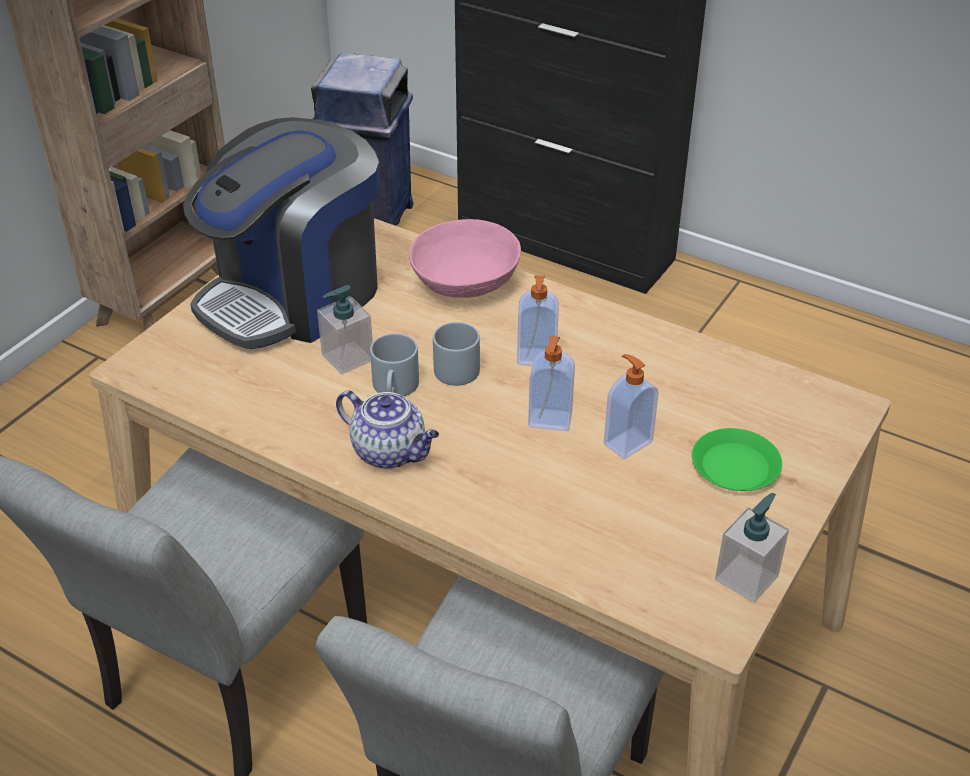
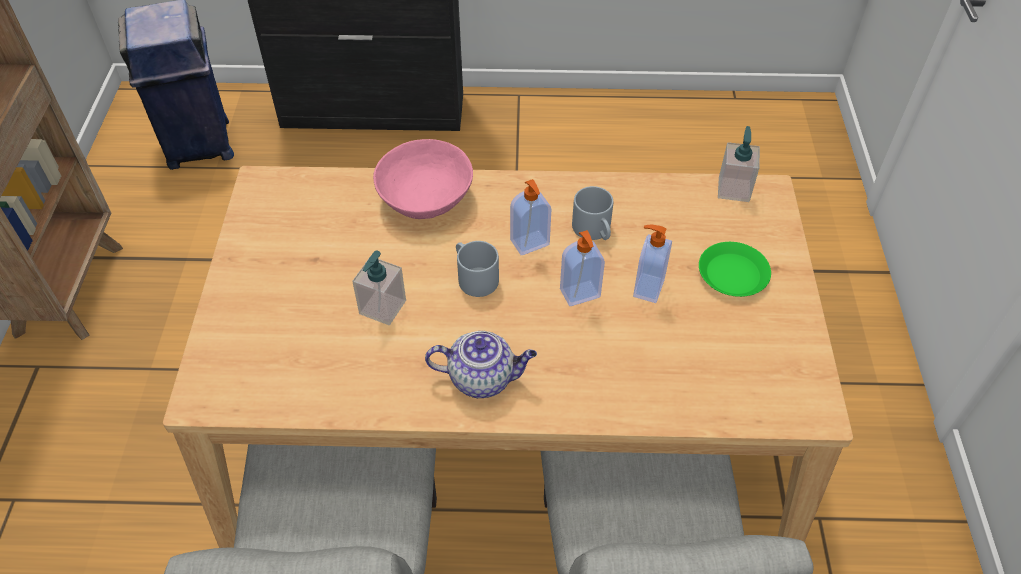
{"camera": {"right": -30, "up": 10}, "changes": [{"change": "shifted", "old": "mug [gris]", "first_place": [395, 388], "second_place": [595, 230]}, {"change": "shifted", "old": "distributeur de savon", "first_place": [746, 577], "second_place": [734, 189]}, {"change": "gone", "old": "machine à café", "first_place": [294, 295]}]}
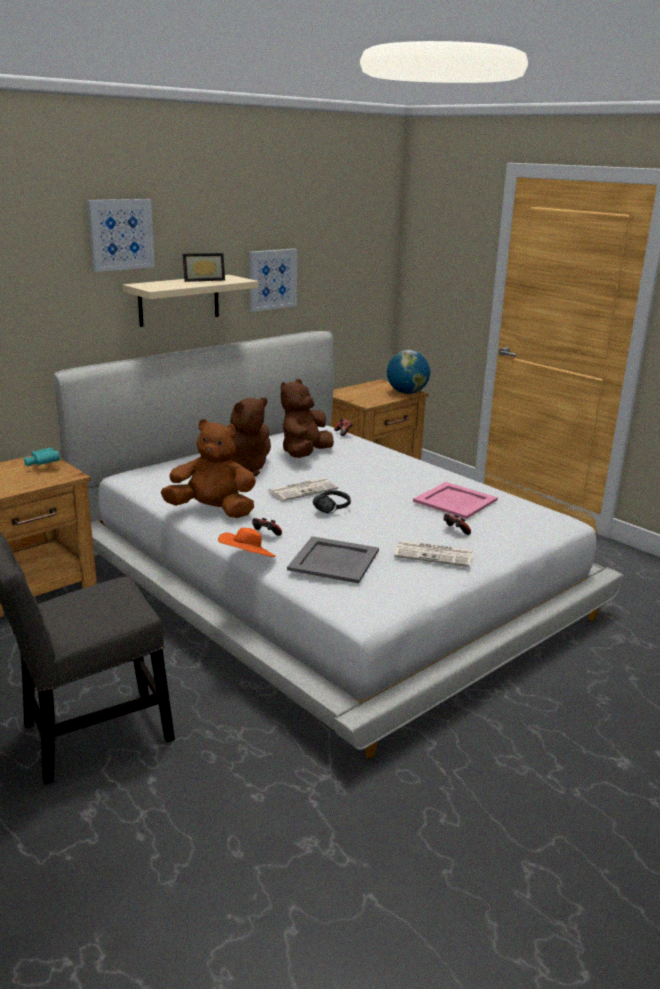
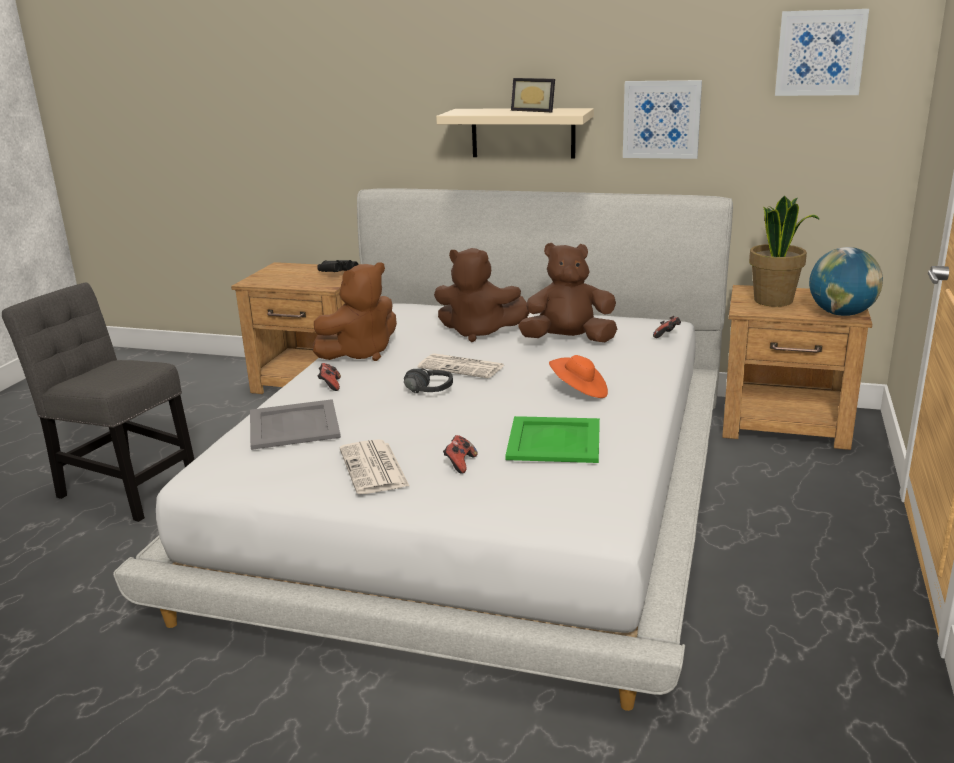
{"camera": {"right": 60, "up": 0}, "changes": [{"change": "rotated", "old": "peluche [marron]", "first_place": [213, 511], "second_place": [360, 353], "degrees": 75}, {"change": "repainted", "old": "jumelles [turquoise]", "new": "jumelles [noir]", "first_place": [42, 465], "second_place": [337, 274]}, {"change": "repainted", "old": "plateau [rose]", "new": "plateau [vert]", "first_place": [455, 501], "second_place": [553, 440]}, {"change": "shifted", "old": "chapeau [orange]", "first_place": [247, 559], "second_place": [579, 391]}, {"change": "new", "new": "plante en pot", "second_place": [774, 301]}, {"change": "shifted", "old": "tableau", "first_place": [121, 234], "second_place": [820, 53]}]}
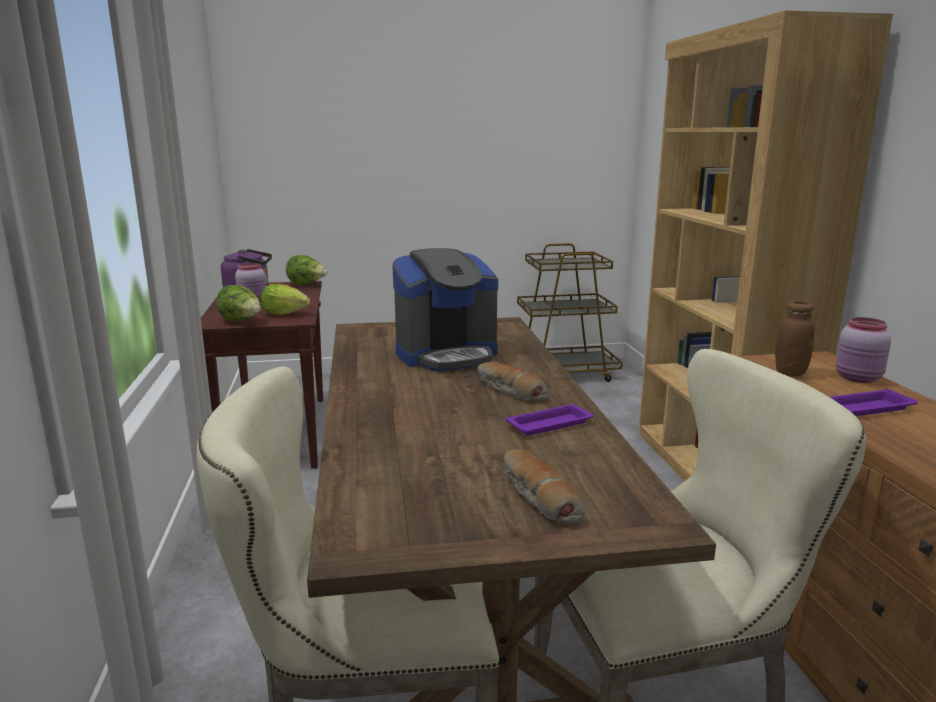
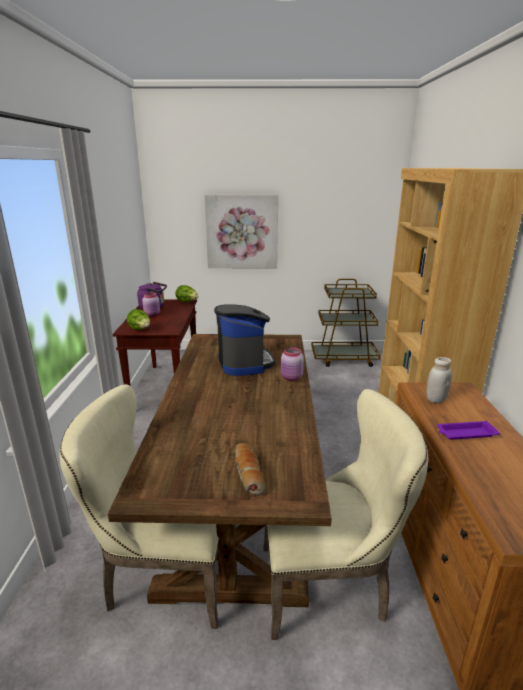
{"camera": {"right": 10, "up": 5}, "changes": [{"change": "new", "new": "tableau", "second_place": [242, 232]}, {"change": "rotated", "old": "machine à café", "first_place": [446, 355], "second_place": [244, 363], "degrees": -90}, {"change": "shifted", "old": "bocal [rose]", "first_place": [858, 378], "second_place": [291, 378]}, {"change": "repainted", "old": "bocal [marron]", "new": "bocal [blanc]", "first_place": [790, 372], "second_place": [435, 399]}, {"change": "gone", "old": "laitue", "first_place": [284, 314]}, {"change": "gone", "old": "pain", "first_place": [509, 391]}, {"change": "gone", "old": "plateau [violet]", "first_place": [551, 424]}]}
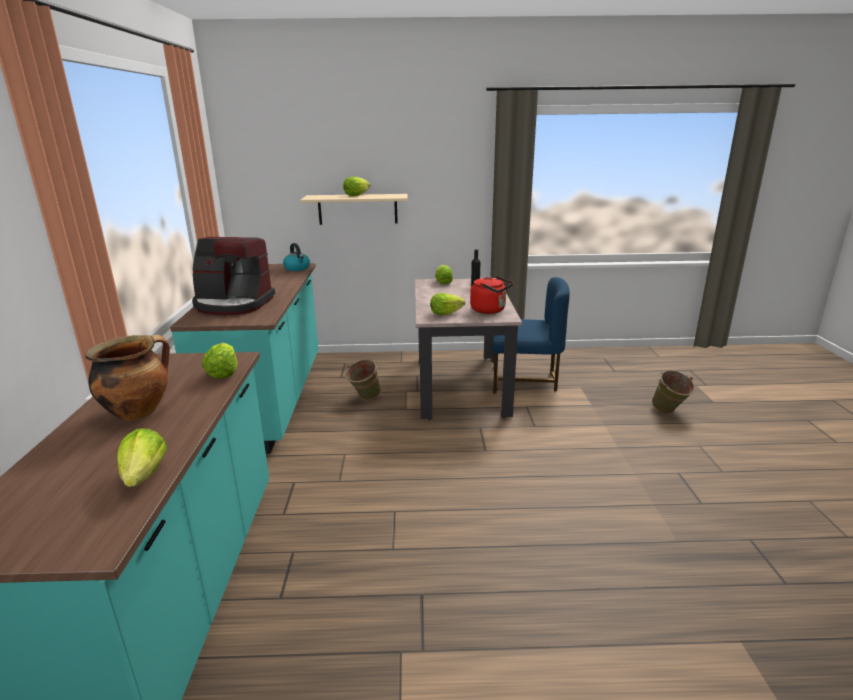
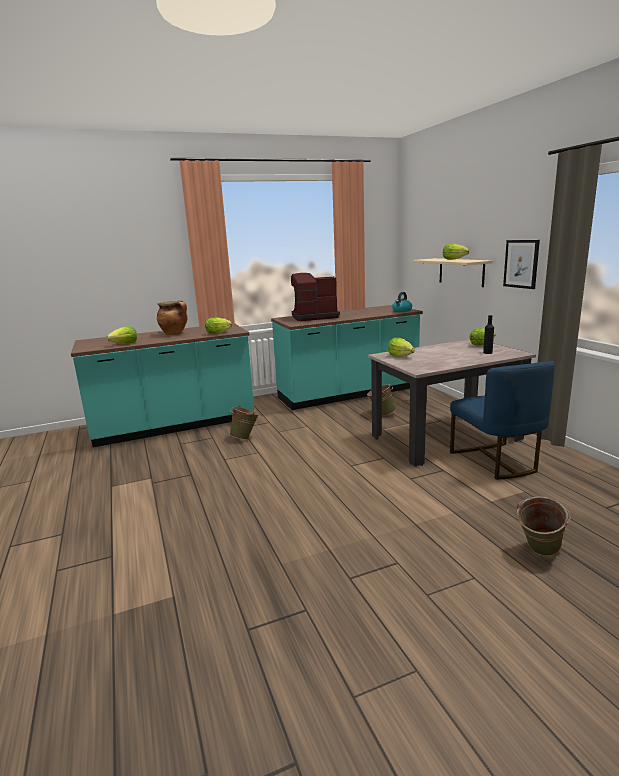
{"camera": {"right": 70, "up": -5}, "changes": [{"change": "new", "new": "seau [vert]", "second_place": [246, 438]}, {"change": "rotated", "old": "machine à café", "first_place": [233, 304], "second_place": [314, 317], "degrees": 90}, {"change": "new", "new": "tableau", "second_place": [521, 264]}, {"change": "gone", "old": "bouilloire [rouge]", "first_place": [490, 310]}]}
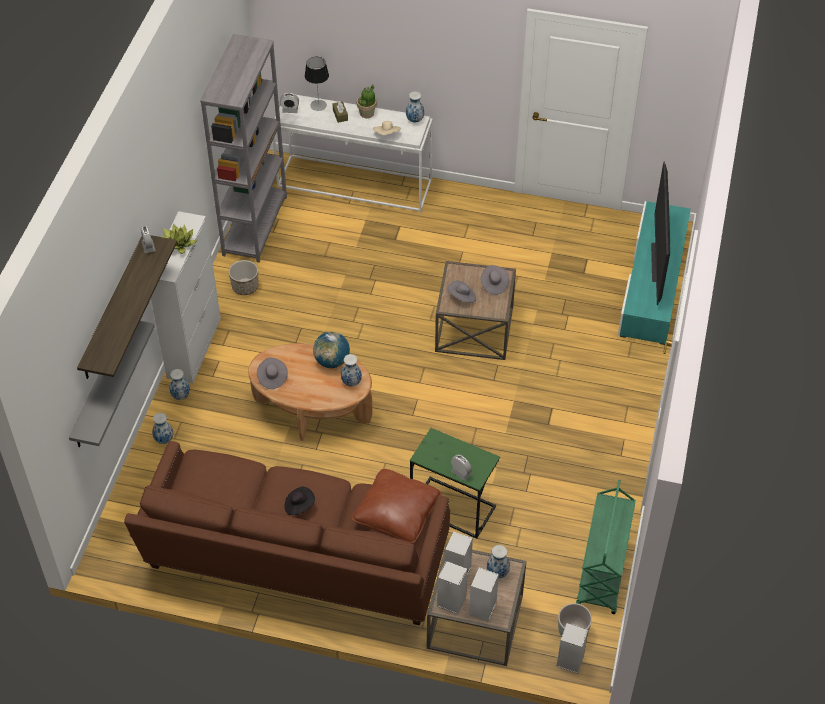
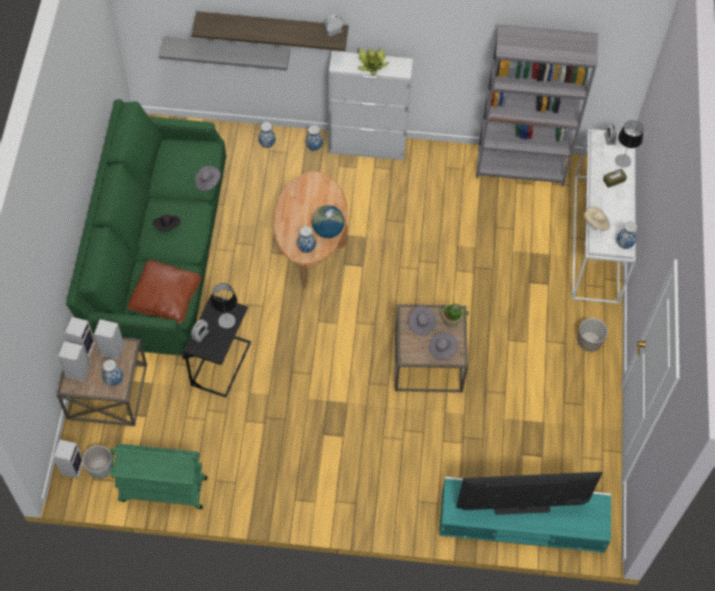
{"camera": {"right": 80, "up": 10}, "changes": [{"change": "repainted", "old": "canapé [marron]", "new": "canapé [vert]", "first_place": [296, 559], "second_place": [158, 254]}, {"change": "repainted", "old": "table d'appoint [vert]", "new": "table d'appoint [noir]", "first_place": [452, 508], "second_place": [221, 363]}, {"change": "shifted", "old": "chapeau [gris]", "first_place": [272, 378], "second_place": [207, 182]}, {"change": "new", "new": "lampe de table", "second_place": [226, 320]}, {"change": "shifted", "old": "plante en pot", "first_place": [367, 113], "second_place": [451, 321]}, {"change": "shifted", "old": "cache-pot", "first_place": [245, 287], "second_place": [589, 341]}]}
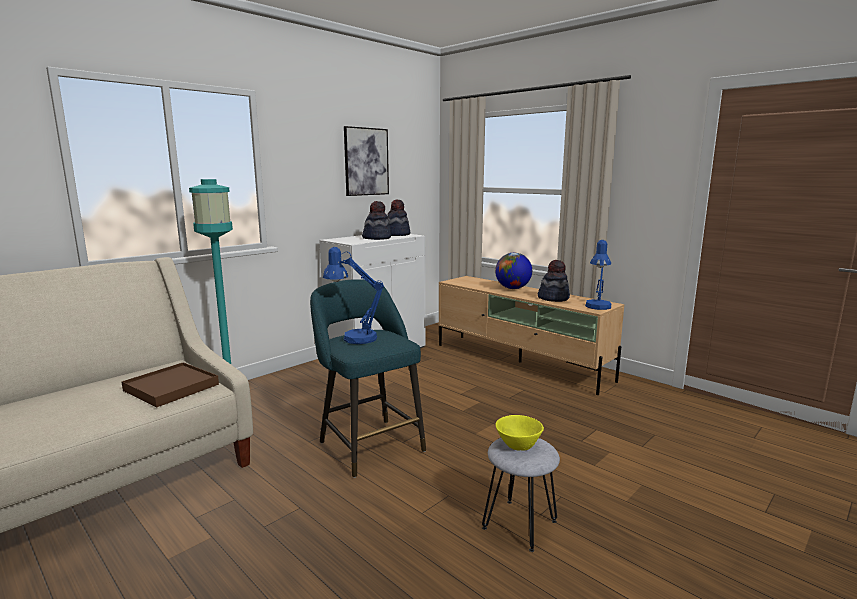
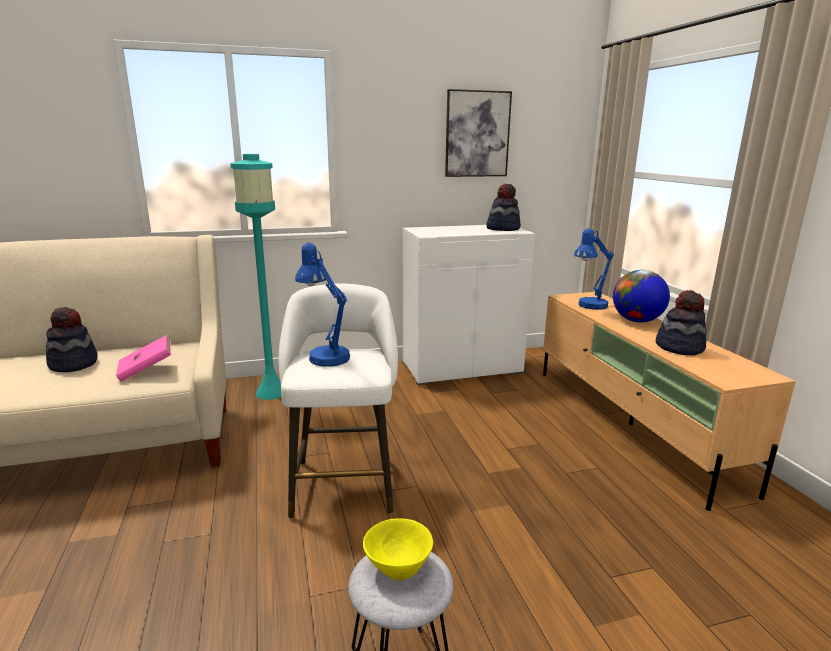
{"camera": {"right": 30, "up": 5}, "changes": [{"change": "shifted", "old": "chapeau", "first_place": [377, 238], "second_place": [74, 364]}, {"change": "swapped", "old": "plateau [marron]", "new": "livre [rose]", "first_place": [171, 387], "second_place": [146, 370]}, {"change": "repainted", "old": "tabouret [turquoise]", "new": "tabouret [blanc]", "first_place": [369, 444], "second_place": [343, 482]}, {"change": "shifted", "old": "lampe de table [bleu]", "first_place": [597, 308], "second_place": [589, 306]}]}
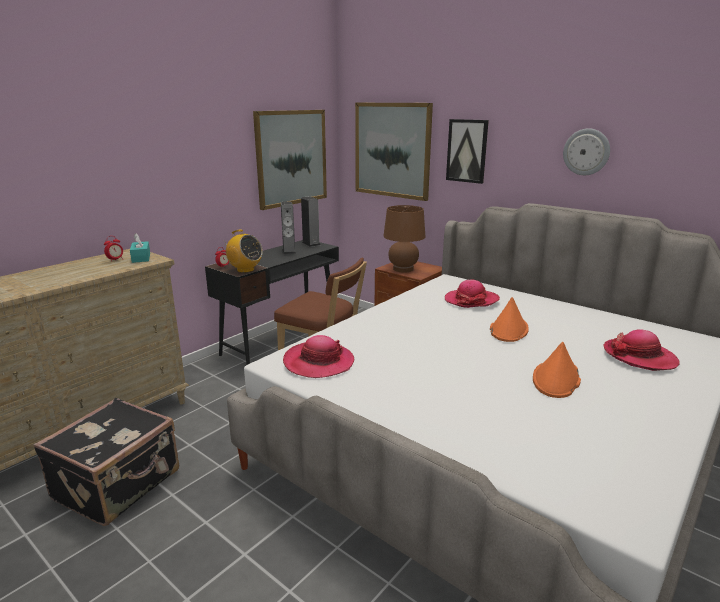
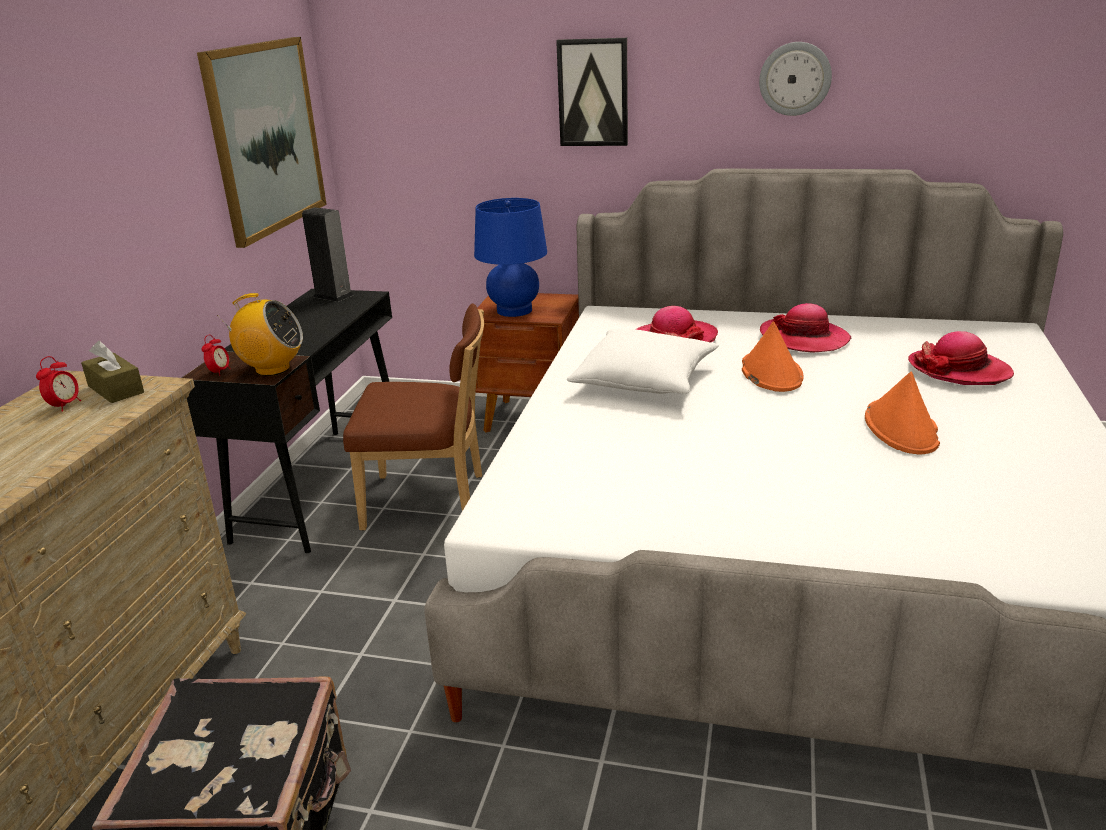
{"camera": {"right": -25, "up": 5}, "changes": [{"change": "repainted", "old": "boîte à mouchoirs [turquoise]", "new": "boîte à mouchoirs [marron]", "first_place": [141, 258], "second_place": [116, 389]}, {"change": "repainted", "old": "lampe de table [marron]", "new": "lampe de table [bleu]", "first_place": [403, 269], "second_place": [514, 310]}, {"change": "new", "new": "coussin [blanc]", "second_place": [644, 381]}, {"change": "shifted", "old": "chapeau", "first_place": [318, 362], "second_place": [804, 338]}, {"change": "gone", "old": "enceinte", "first_place": [289, 251]}, {"change": "gone", "old": "tableau", "first_place": [392, 150]}]}
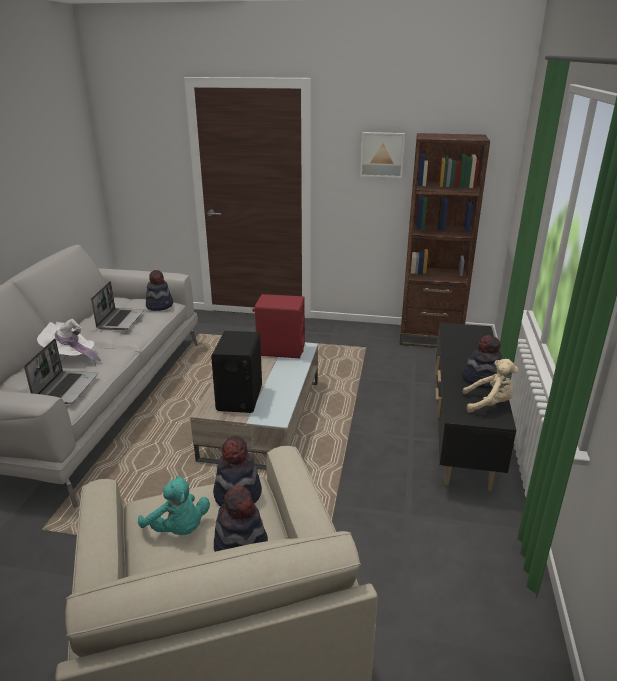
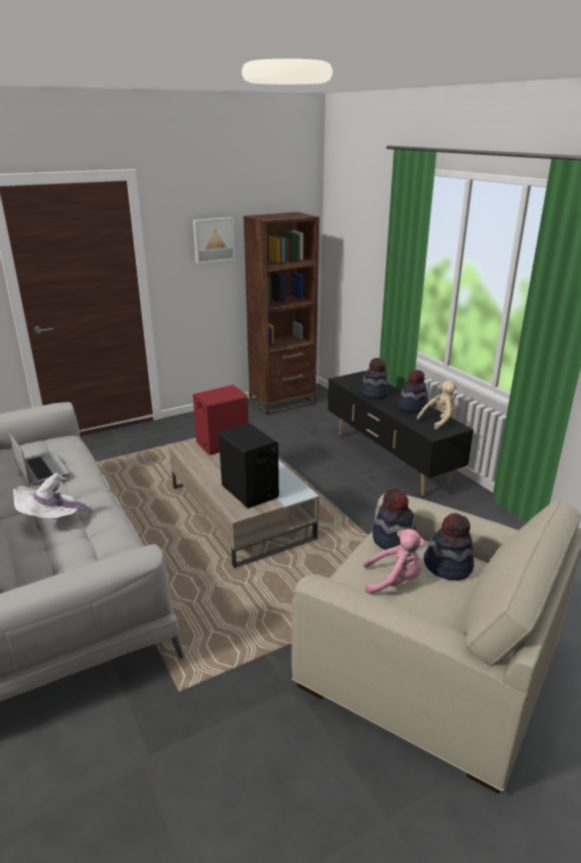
{"camera": {"right": -40, "up": 0}, "changes": [{"change": "shifted", "old": "chapeau", "first_place": [160, 305], "second_place": [374, 393]}, {"change": "repainted", "old": "peluche [turquoise]", "new": "peluche [rose]", "first_place": [178, 529], "second_place": [394, 581]}, {"change": "gone", "old": "ordinateur portable", "first_place": [66, 388]}]}
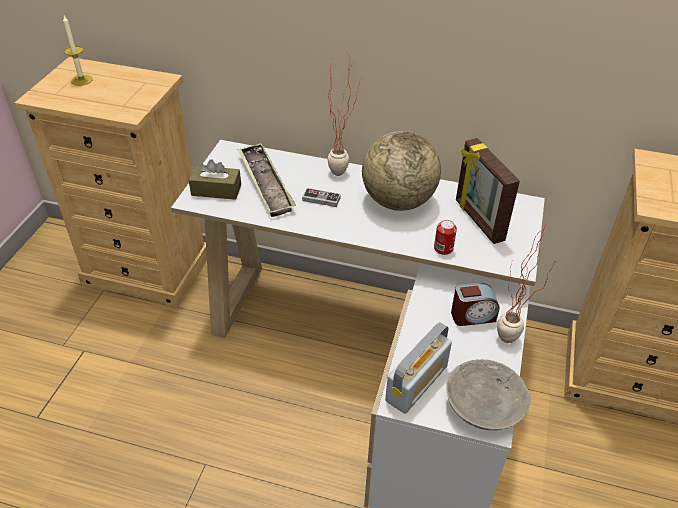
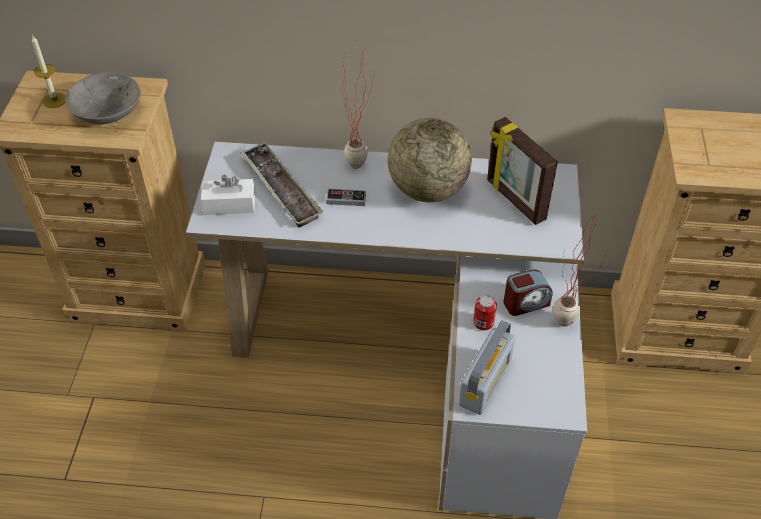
{"camera": {"right": -10, "up": 5}, "changes": [{"change": "shifted", "old": "bol [gris]", "first_place": [484, 407], "second_place": [108, 112]}, {"change": "repainted", "old": "boîte à mouchoirs [marron]", "new": "boîte à mouchoirs [blanc]", "first_place": [216, 190], "second_place": [229, 204]}, {"change": "shifted", "old": "boîte métallique", "first_place": [443, 248], "second_place": [483, 322]}]}
